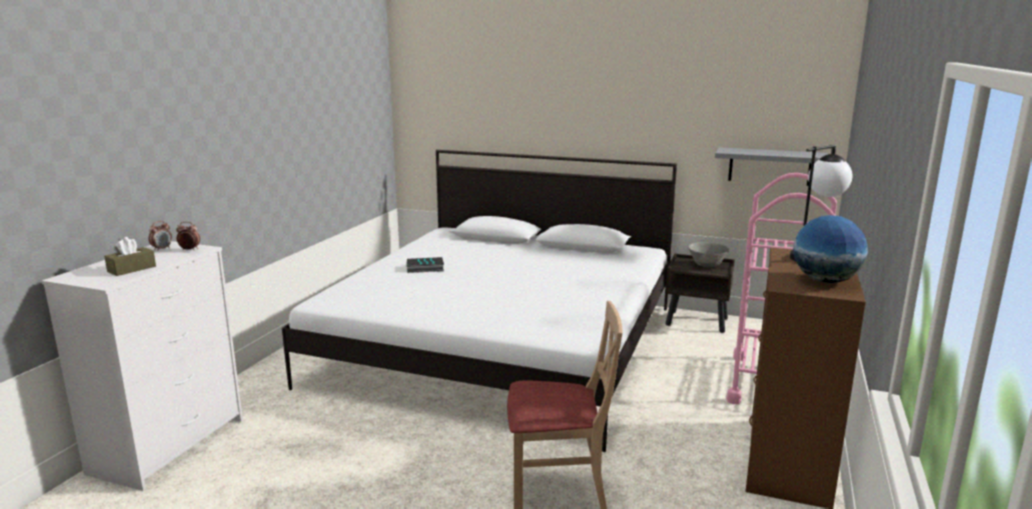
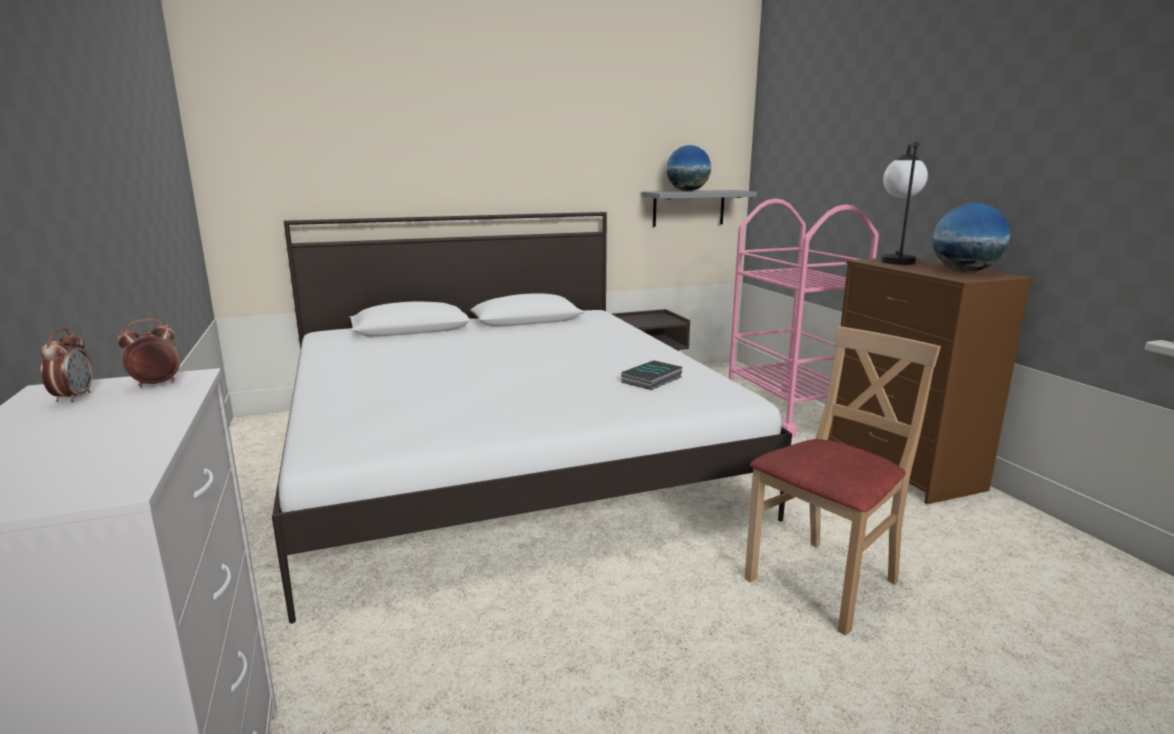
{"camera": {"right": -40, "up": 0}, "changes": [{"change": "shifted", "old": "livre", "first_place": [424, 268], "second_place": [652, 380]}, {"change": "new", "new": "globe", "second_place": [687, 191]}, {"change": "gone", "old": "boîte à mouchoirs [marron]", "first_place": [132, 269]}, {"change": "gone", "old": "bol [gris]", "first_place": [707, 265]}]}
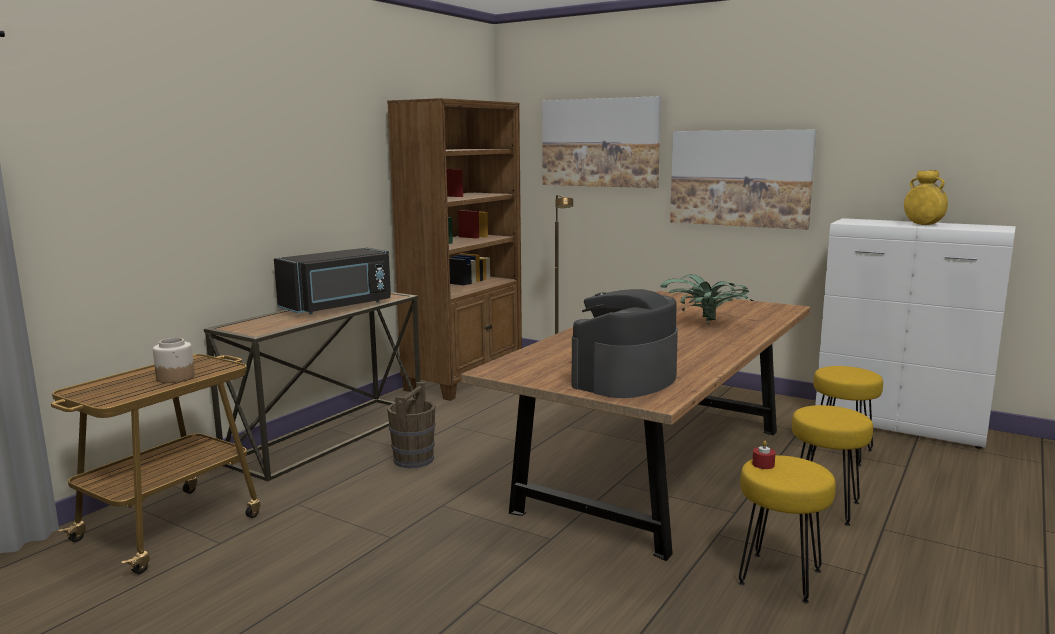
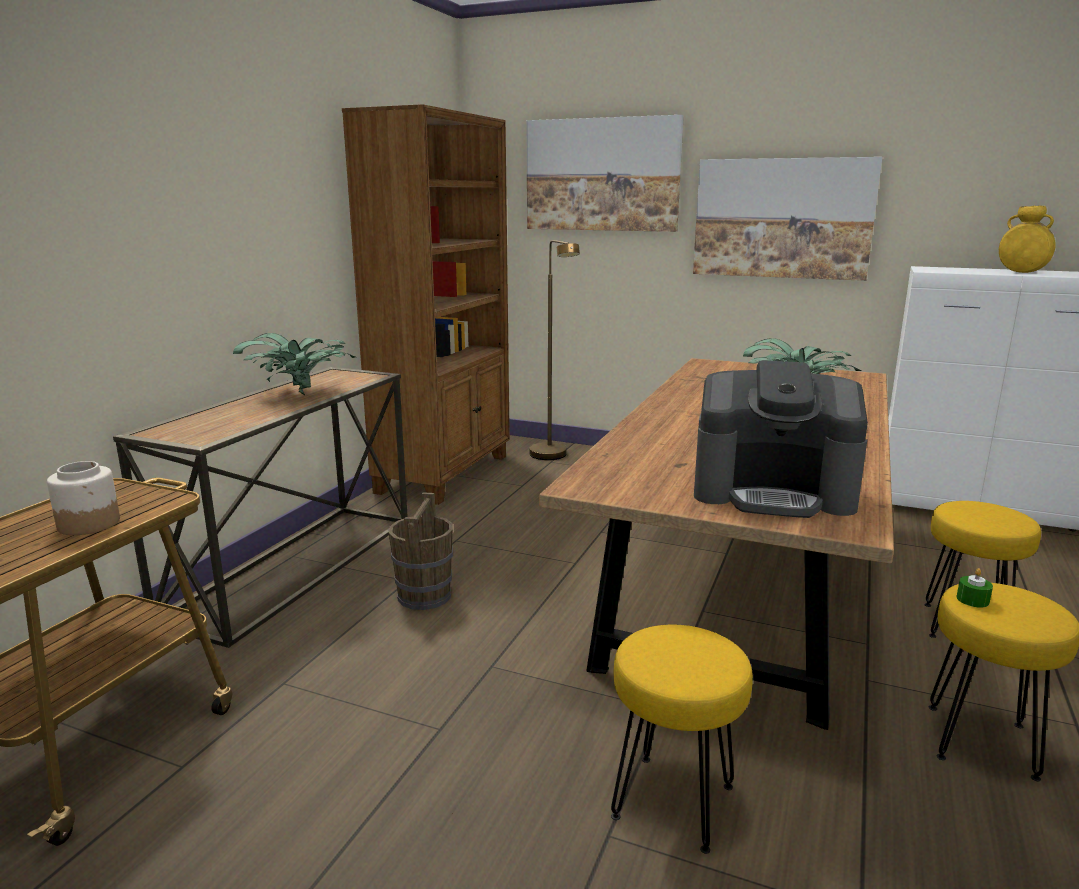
{"camera": {"right": -10, "up": 5}, "changes": [{"change": "swapped", "old": "micro-ondes [noir]", "new": "plante en pot", "first_place": [338, 306], "second_place": [301, 394]}, {"change": "shifted", "old": "tabouret [jaune]", "first_place": [840, 452], "second_place": [671, 802]}, {"change": "rotated", "old": "machine à café", "first_place": [624, 379], "second_place": [773, 491], "degrees": -105}, {"change": "repainted", "old": "bougie [rouge]", "new": "bougie [vert]", "first_place": [763, 464], "second_place": [972, 600]}]}
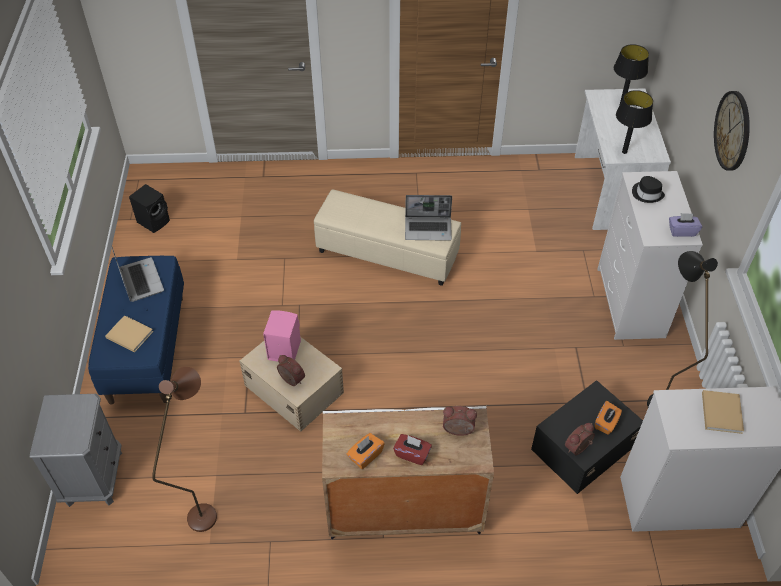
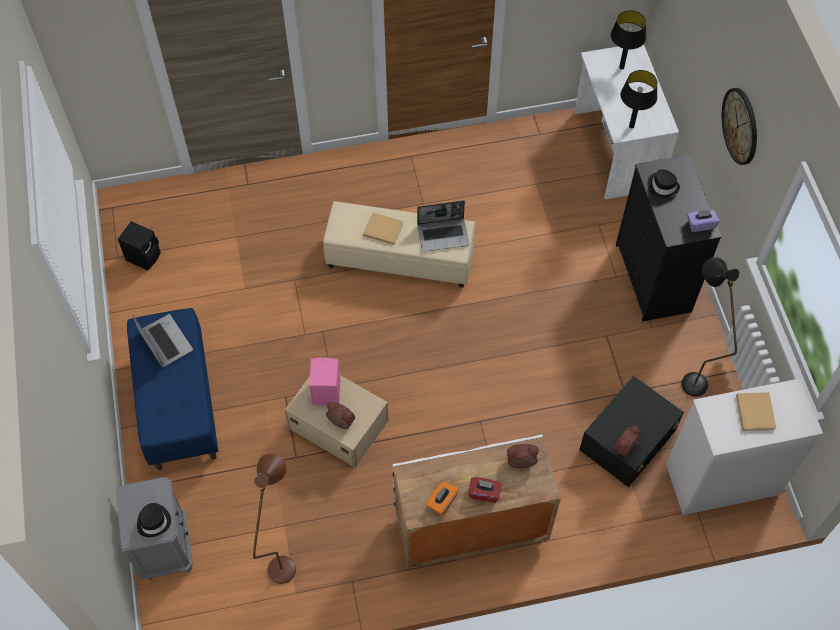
{"camera": {"right": -10, "up": 10}, "changes": [{"change": "new", "new": "chapeau [noir]", "second_place": [154, 521]}, {"change": "shifted", "old": "livre [beige]", "first_place": [128, 334], "second_place": [382, 229]}, {"change": "repainted", "old": "commode [blanc]", "new": "commode [noir]", "first_place": [630, 303], "second_place": [653, 278]}, {"change": "gone", "old": "boîte à mouchoirs [orange]", "first_place": [606, 423]}]}
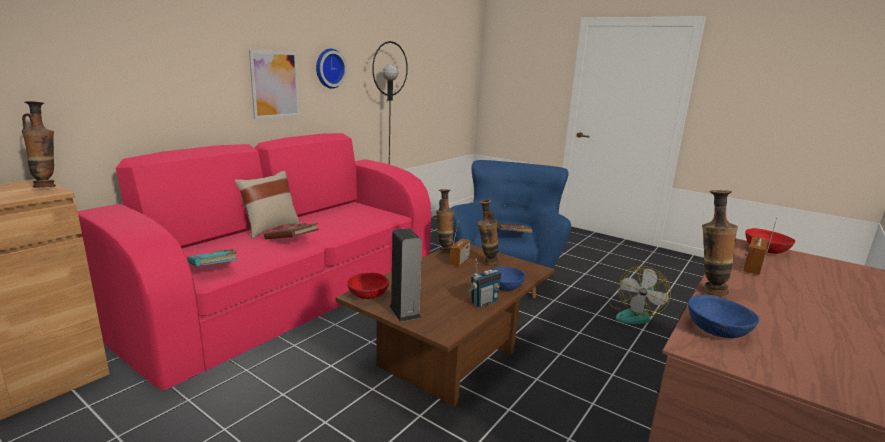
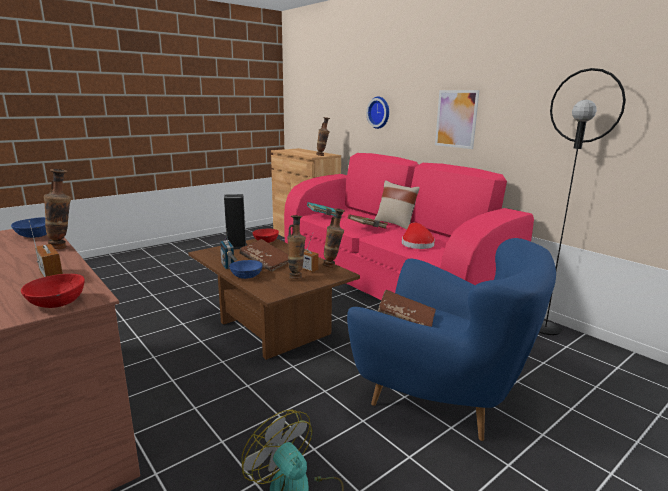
{"camera": {"right": 105, "up": 0}, "changes": [{"change": "new", "new": "livre [marron]", "second_place": [266, 262]}, {"change": "shifted", "old": "horloge murale", "first_place": [329, 68], "second_place": [380, 112]}, {"change": "new", "new": "chapeau [rouge]", "second_place": [416, 244]}]}
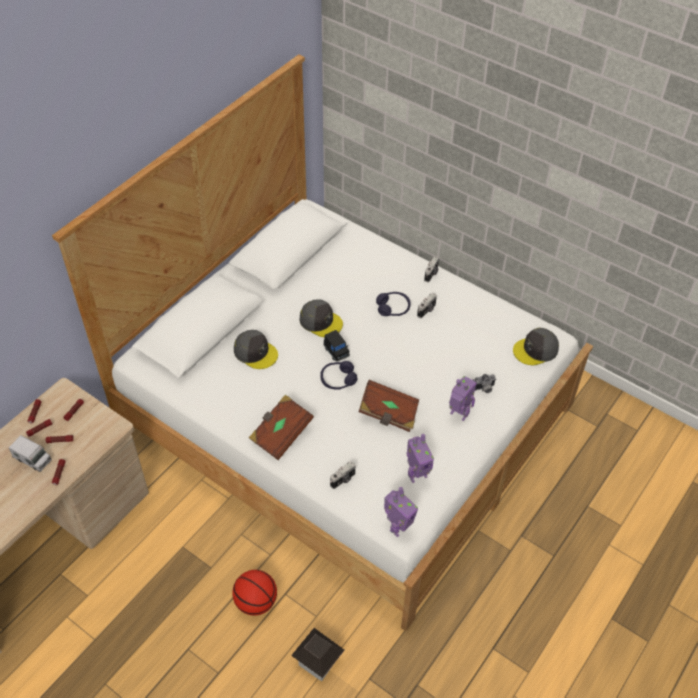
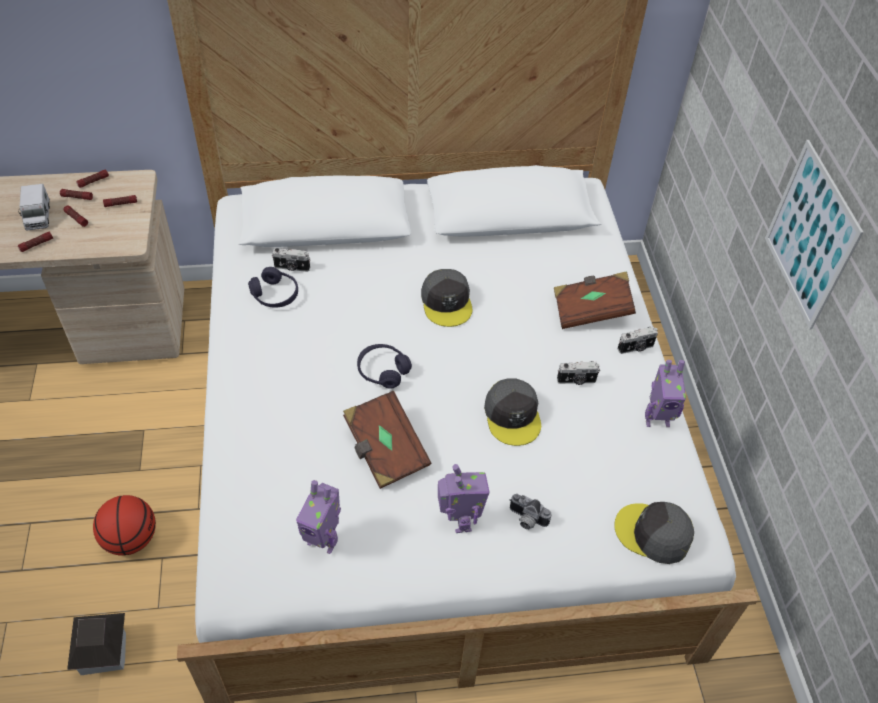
{"camera": {"right": 45, "up": 0}, "changes": [{"change": "shifted", "old": "casque audio [violet]", "first_place": [393, 308], "second_place": [275, 295]}, {"change": "shifted", "old": "appareil photo", "first_place": [343, 480], "second_place": [292, 268]}, {"change": "shifted", "old": "casquette [gris]", "first_place": [255, 352], "second_place": [513, 415]}, {"change": "shifted", "old": "livre [marron]", "first_place": [281, 434], "second_place": [591, 310]}, {"change": "shifted", "old": "robot jouet", "first_place": [398, 527], "second_place": [656, 419]}, {"change": "new", "new": "tableau", "second_place": [810, 235]}, {"change": "gone", "old": "petite voiture [noir]", "first_place": [336, 351]}]}
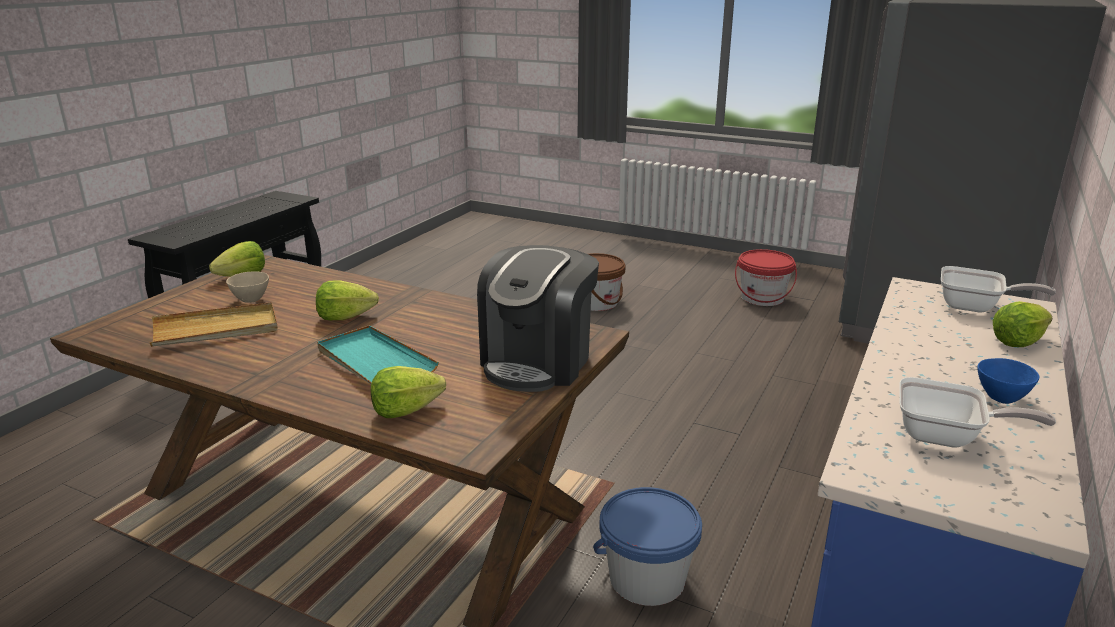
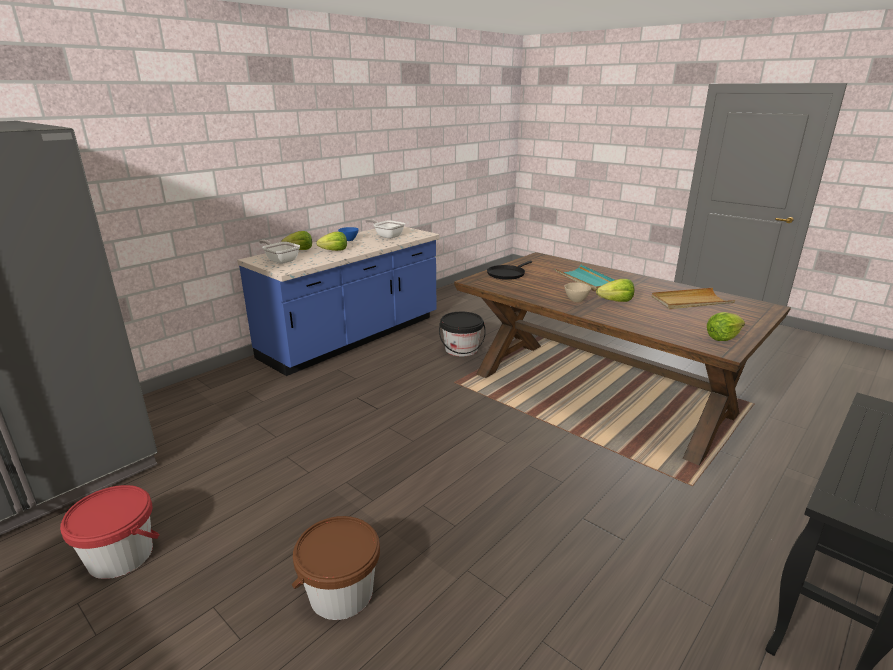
{"camera": {"right": -165, "up": 0}, "changes": [{"change": "shifted", "old": "laitue", "first_place": [405, 410], "second_place": [334, 250]}, {"change": "repainted", "old": "seau [bleu]", "new": "seau [noir]", "first_place": [647, 578], "second_place": [461, 349]}, {"change": "swapped", "old": "machine à café", "new": "poêle [noir]", "first_place": [538, 362], "second_place": [507, 274]}, {"change": "shifted", "old": "bol [beige]", "first_place": [251, 300], "second_place": [575, 300]}]}
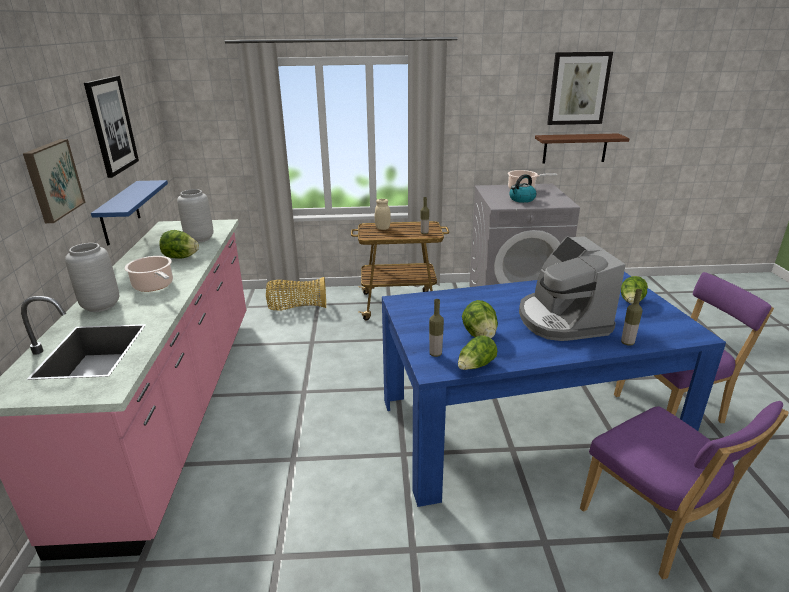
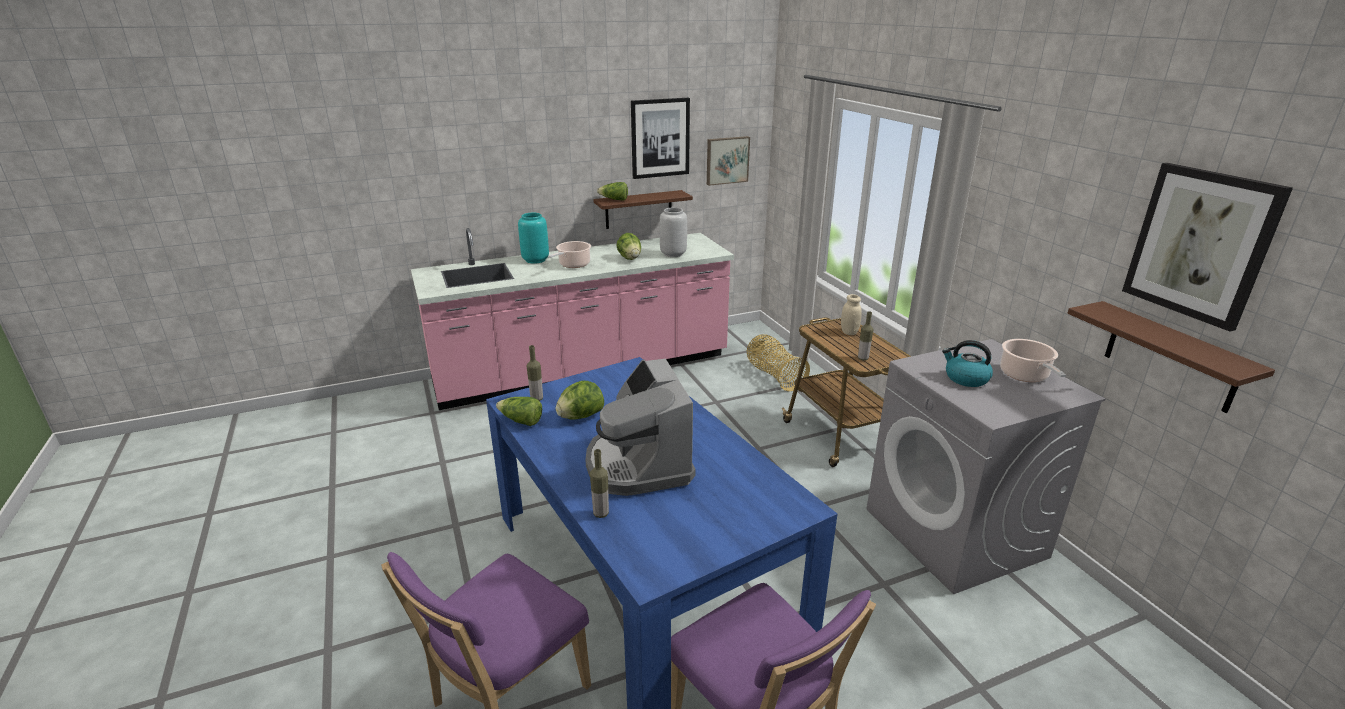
{"camera": {"right": 70, "up": 0}, "changes": [{"change": "repainted", "old": "vase [gris]", "new": "vase [turquoise]", "first_place": [102, 306], "second_place": [535, 260]}, {"change": "rotated", "old": "machine à café", "first_place": [561, 320], "second_place": [639, 464], "degrees": -75}, {"change": "repainted", "old": "étagère [bleu]", "new": "étagère [marron]", "first_place": [120, 213], "second_place": [638, 209]}, {"change": "shifted", "old": "laitue", "first_place": [631, 301], "second_place": [614, 200]}, {"change": "shifted", "old": "tableau", "first_place": [52, 180], "second_place": [727, 160]}]}
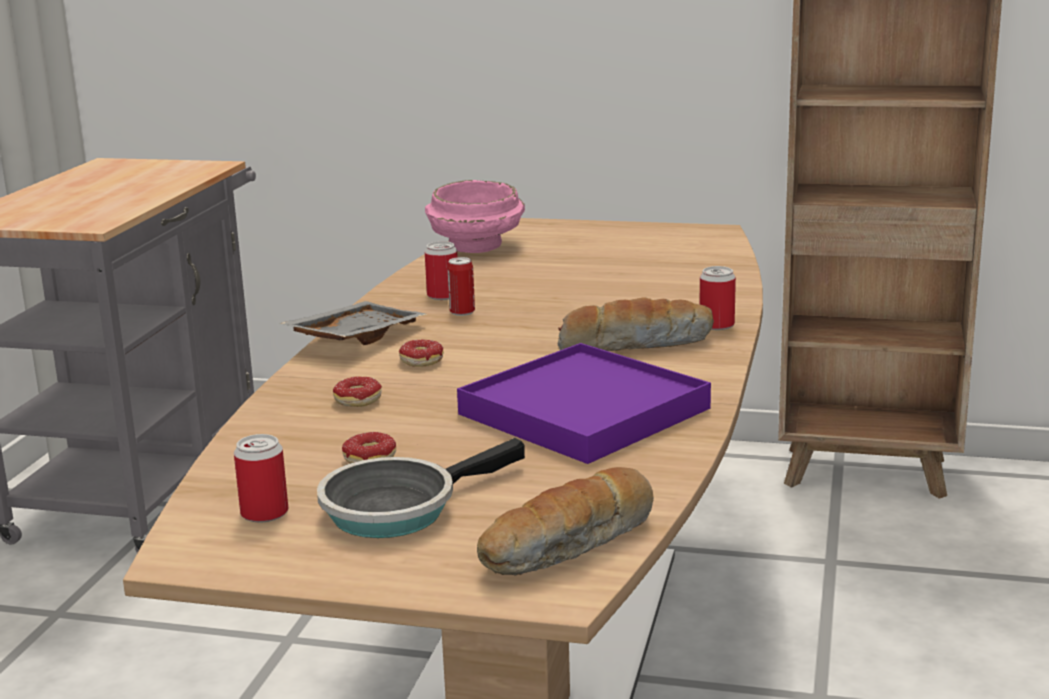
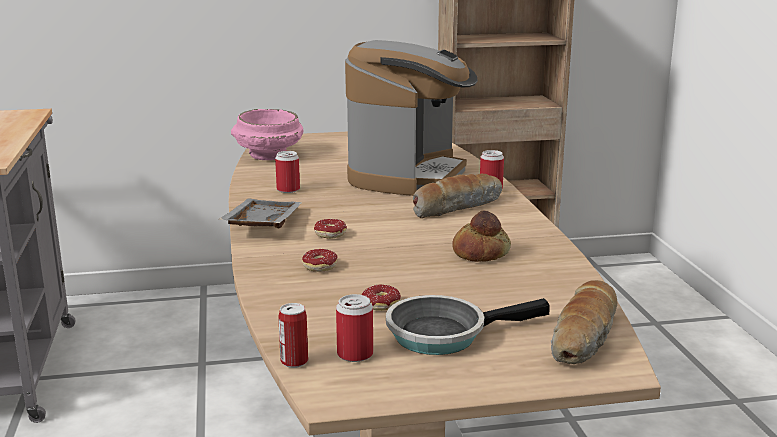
{"camera": {"right": -25, "up": 0}, "changes": [{"change": "shifted", "old": "boîte métallique", "first_place": [462, 312], "second_place": [294, 361]}, {"change": "new", "new": "machine à café", "second_place": [408, 176]}, {"change": "rotated", "old": "poêle", "first_place": [398, 508], "second_place": [443, 334], "degrees": 45}, {"change": "swapped", "old": "plateau [violet]", "new": "pain", "first_place": [583, 411], "second_place": [480, 252]}]}
